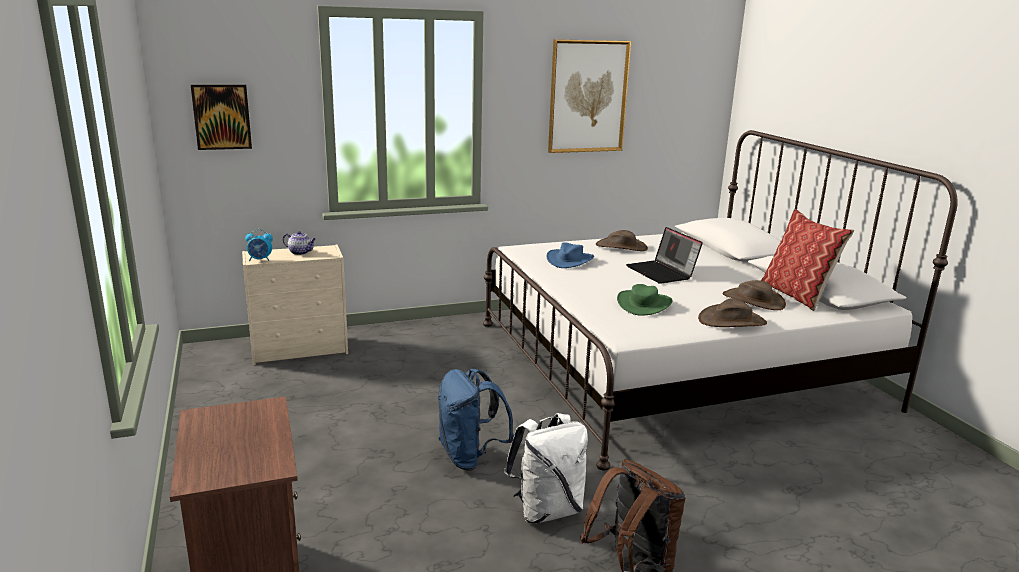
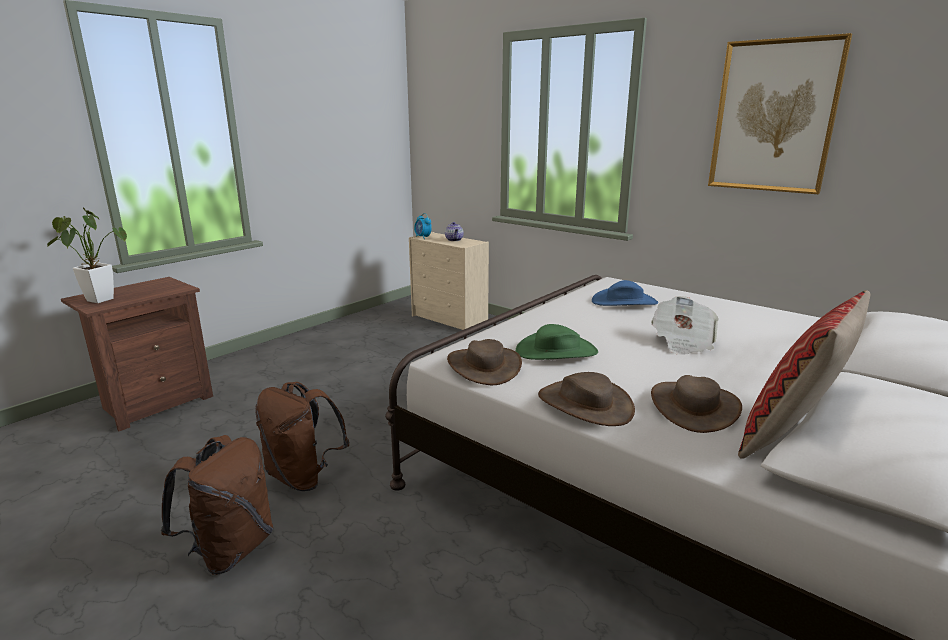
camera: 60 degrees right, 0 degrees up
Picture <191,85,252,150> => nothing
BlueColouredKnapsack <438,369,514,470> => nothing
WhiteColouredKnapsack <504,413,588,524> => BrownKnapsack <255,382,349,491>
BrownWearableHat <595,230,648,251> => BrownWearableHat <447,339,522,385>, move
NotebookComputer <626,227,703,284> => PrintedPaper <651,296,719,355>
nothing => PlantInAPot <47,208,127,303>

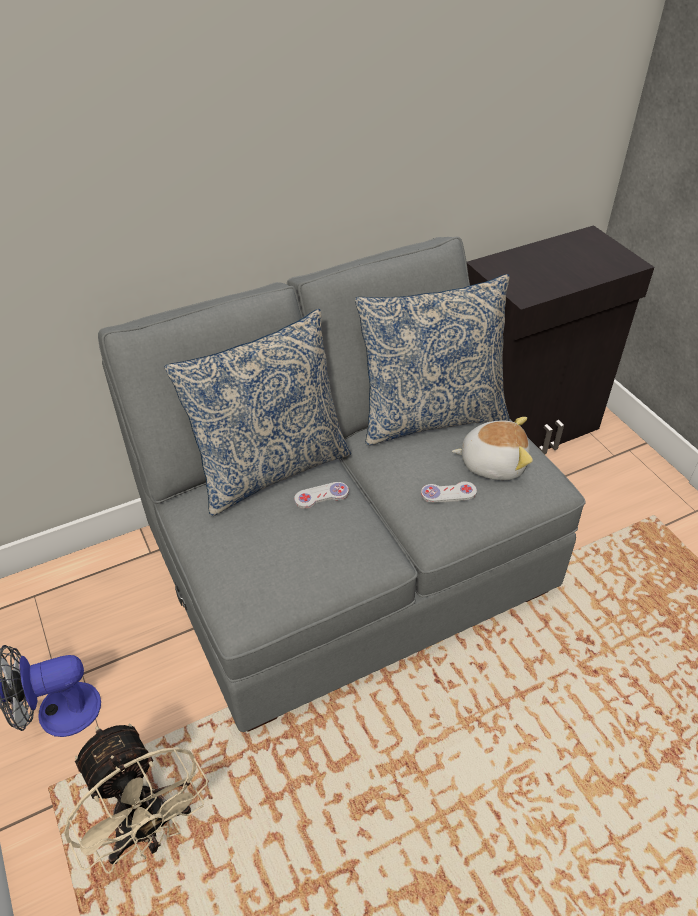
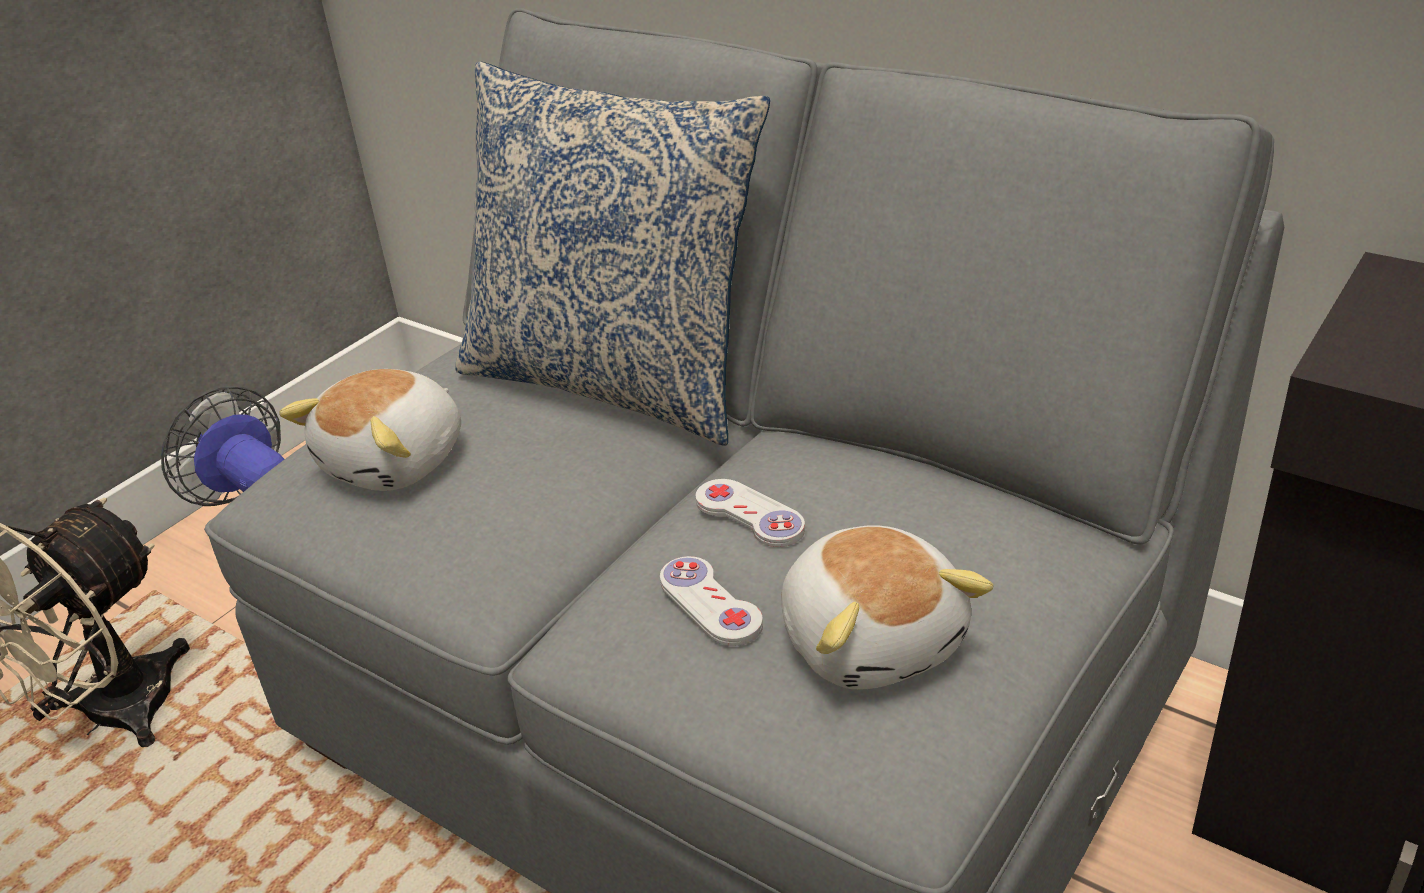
camera: 65 degrees right, 10 degrees down
WhiteColouredGamepad <294,482,349,509> => WhiteColouredGamepad <696,479,805,547>, move
Pillow <355,274,510,446> => nothing
nothing => SoftToy <279,369,461,491>

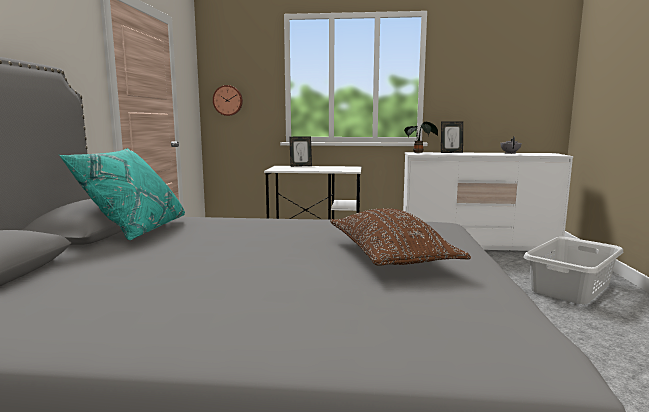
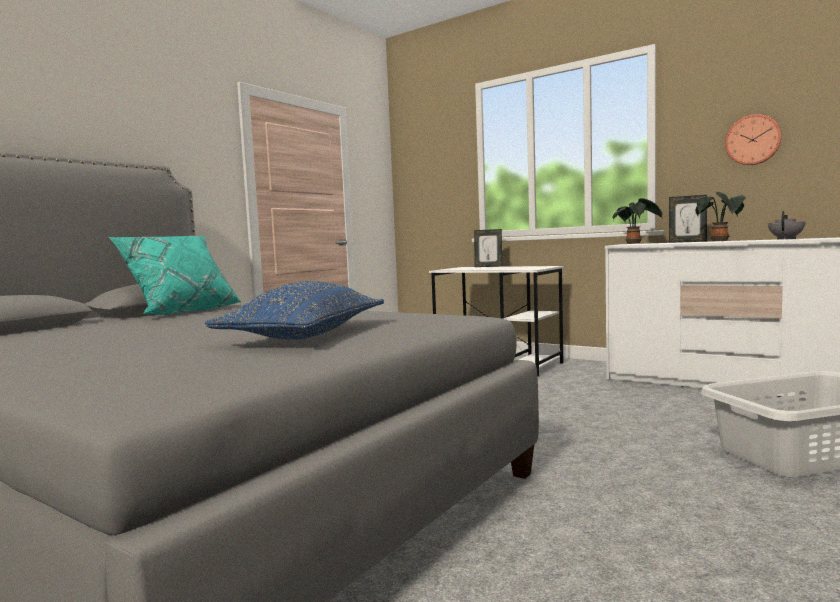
camera: 30 degrees right, 5 degrees down
ClockOnTheWall <213,85,243,116> => ClockOnTheWall <725,114,782,165>, move
BrownPillow <330,208,471,266> => BlueColouredPillow <205,281,384,340>
nothing => PlantInAPot <695,191,745,241>

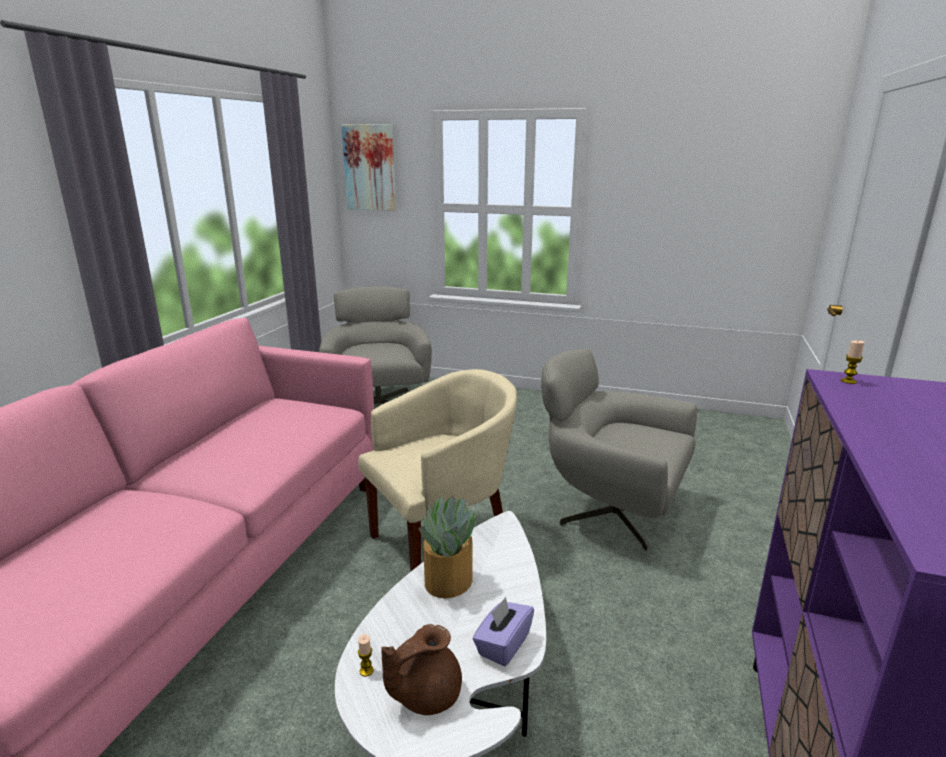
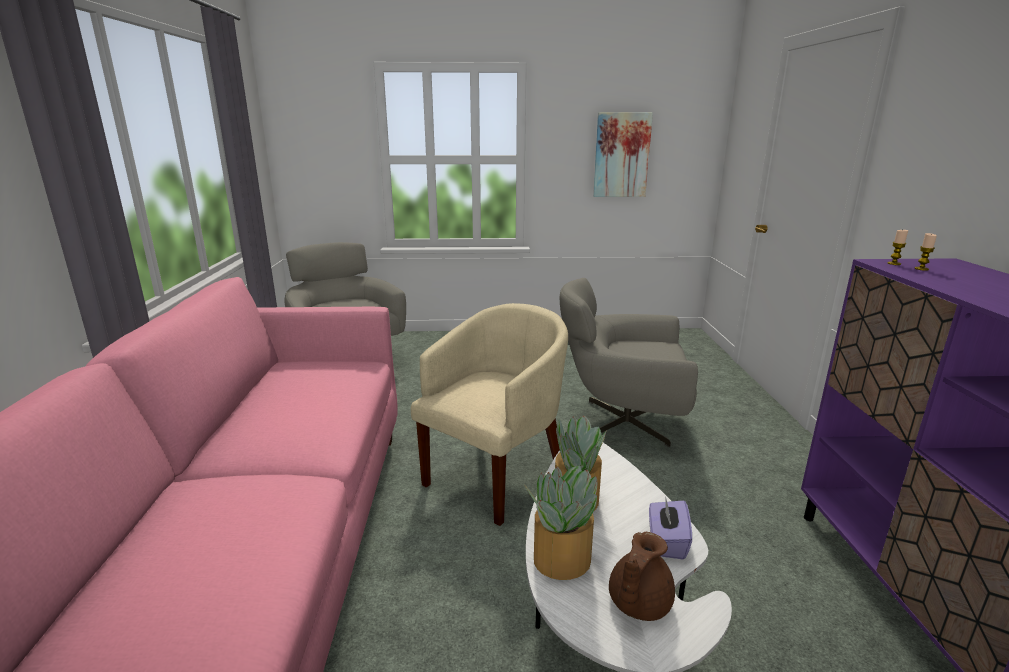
camera: 20 degrees left, 0 degrees up
Picture <341,124,396,211> => Picture <593,112,653,197>, move
WaxCandle <358,634,374,677> => WaxCandle <915,233,937,271>, move
nothing => PlantInAPot <525,466,597,580>

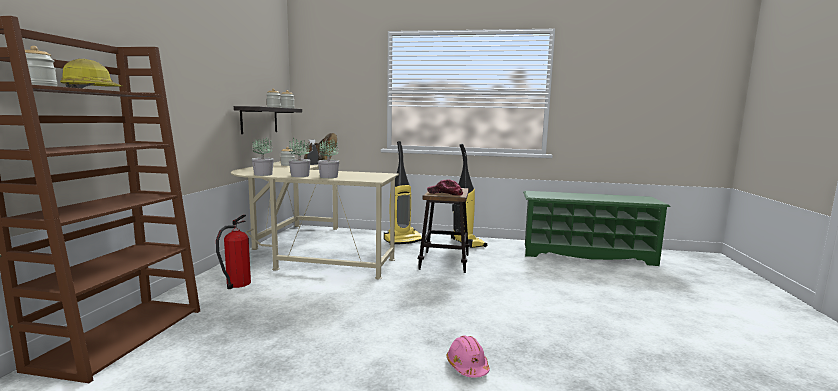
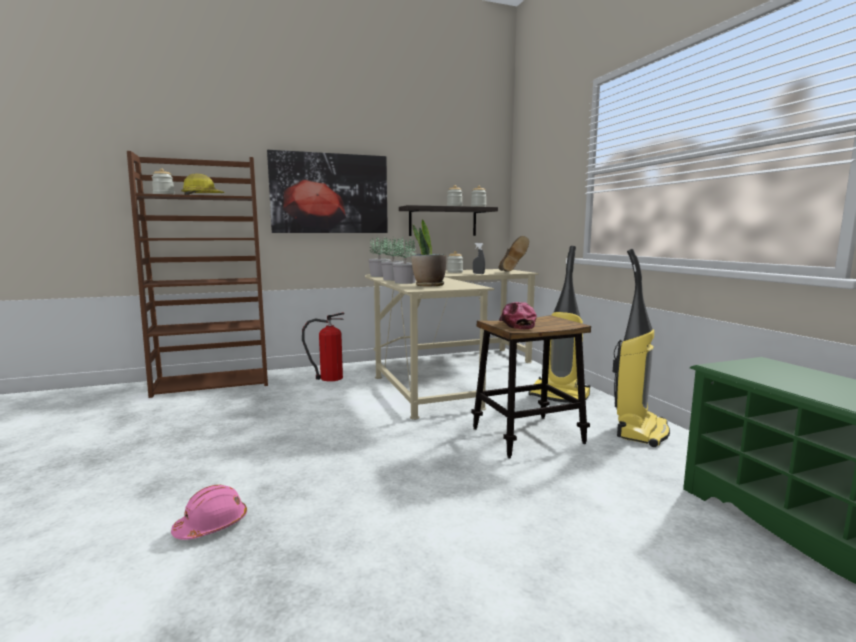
camera: 60 degrees right, 0 degrees up
nothing => Picture <267,150,388,233>
nothing => PlantInAPot <411,219,446,287>

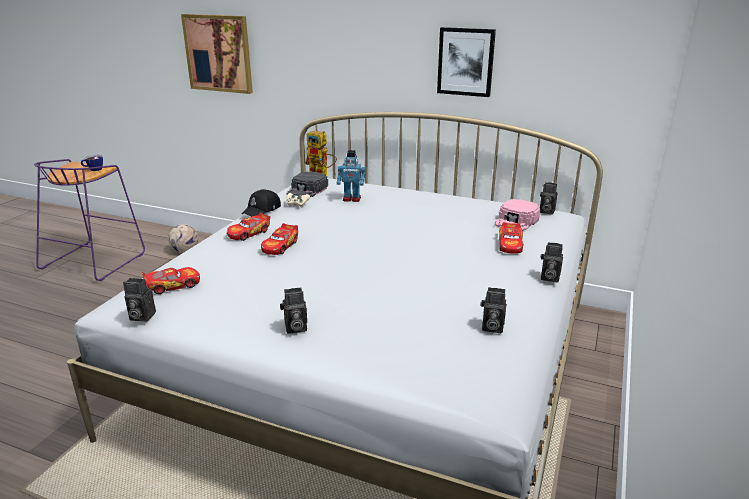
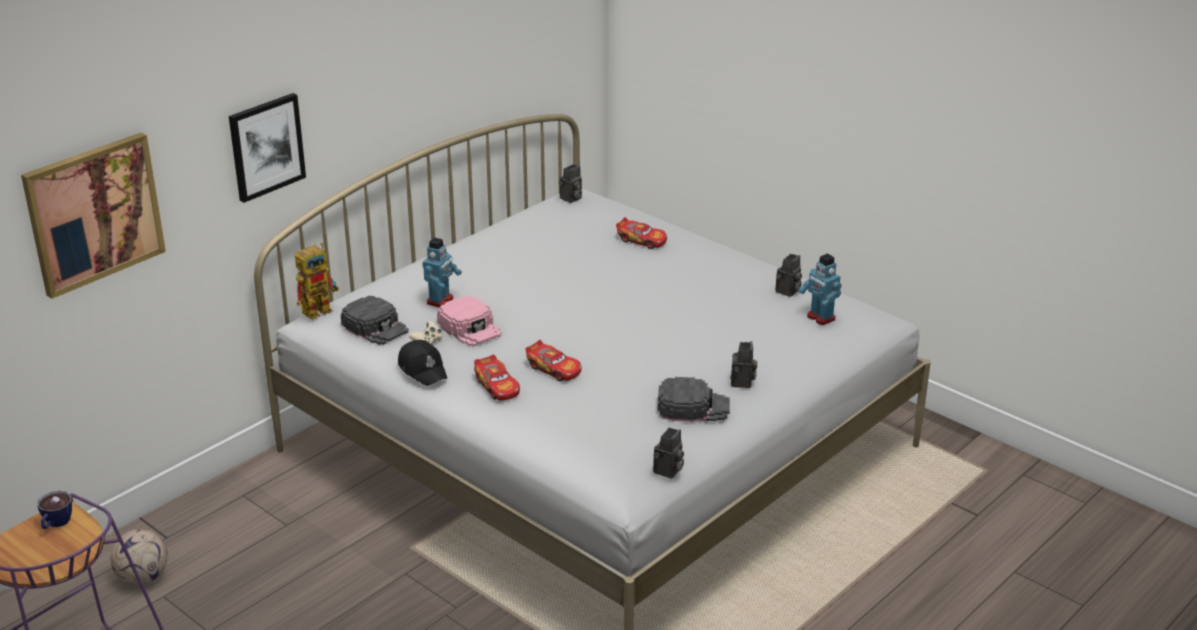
camera: 70 degrees left, 5 degrees up
MiniatureCar <142,267,200,294> => nothing
Picture <437,27,496,97> => Picture <229,93,306,203>, move
PinkColouredBaseballCap <495,199,540,230> => PinkColouredBaseballCap <437,296,502,346>, move
StillCamera <541,242,563,283> => nothing
nothing => BlackishBaseballCap <658,377,730,422>
nothing => ModelRobot <799,254,842,325>

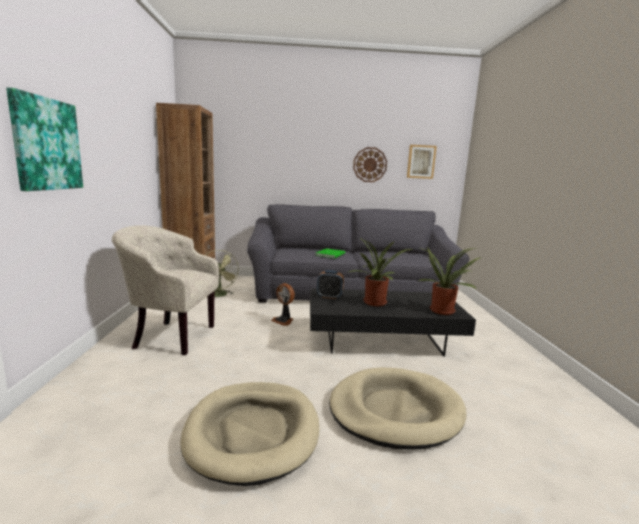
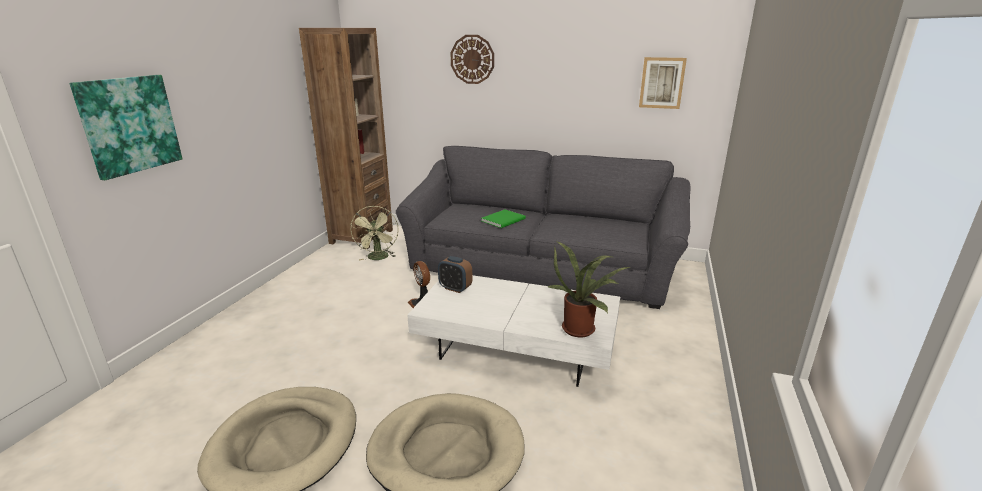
camera: 20 degrees right, 10 degrees up
BeigeArmchair <112,225,219,355> => nothing
BlackishLoungeTable <310,288,476,356> => WhiteColouredLoungeTable <407,275,620,387>
PlantInAPot <349,237,412,306> => nothing
ClockOnTheWall <353,147,387,182> => ClockOnTheWall <450,35,494,84>, move

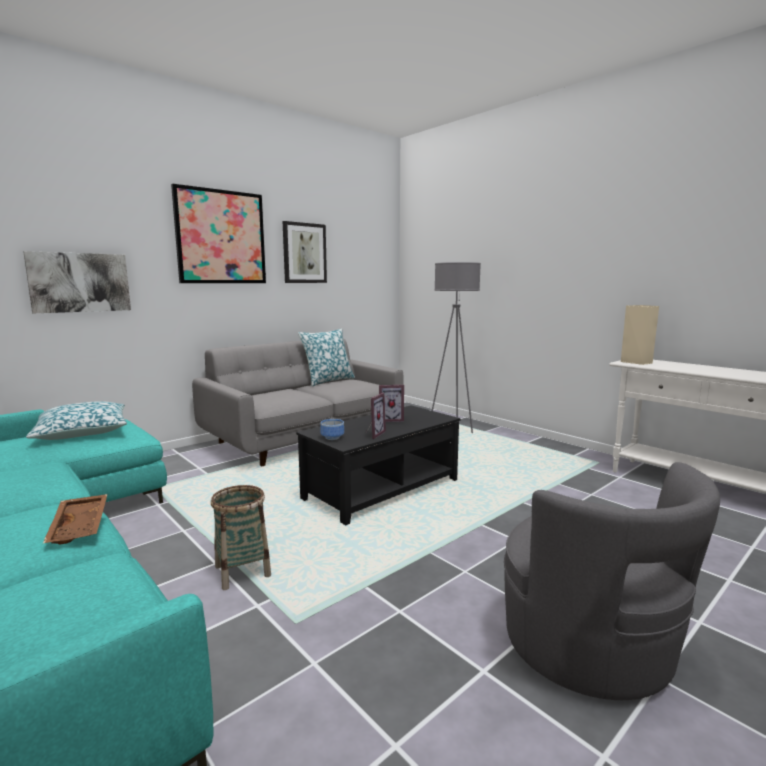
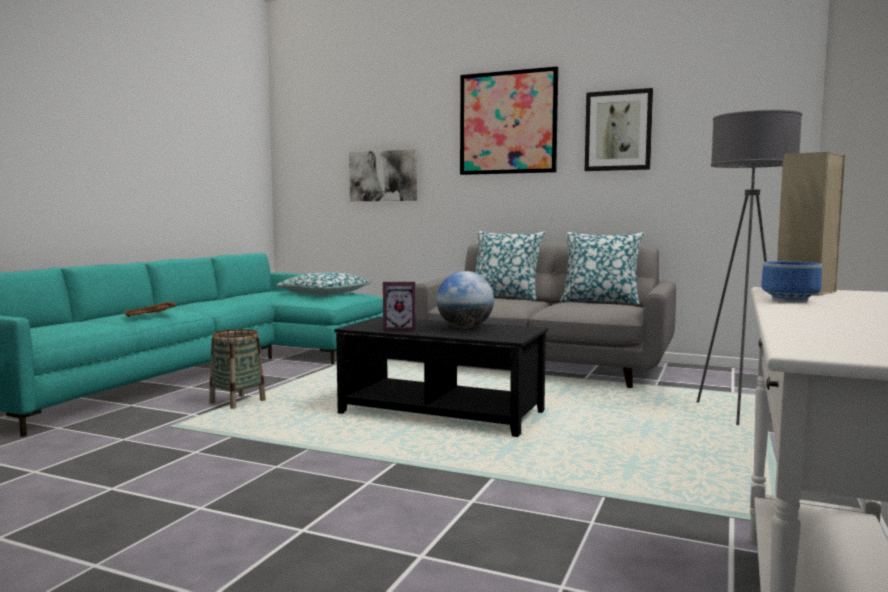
camera: 65 degrees right, 5 degrees down
ServingBowl <321,419,344,440> => ServingBowl <761,261,822,302>, move
PhotoFrame <379,385,404,422> => WorldGlobe <436,271,494,329>
GreyishArmchair <504,462,720,700> => nothing
nothing => Pillow <475,231,545,300>

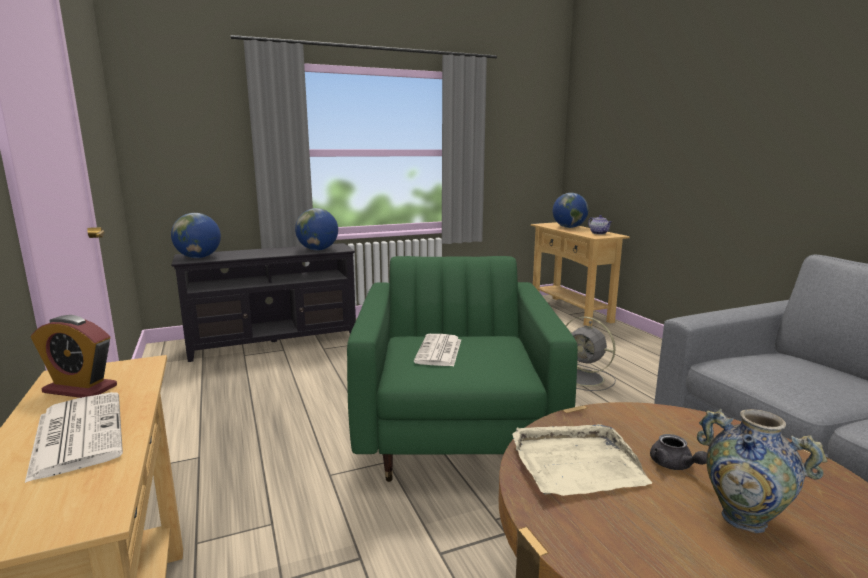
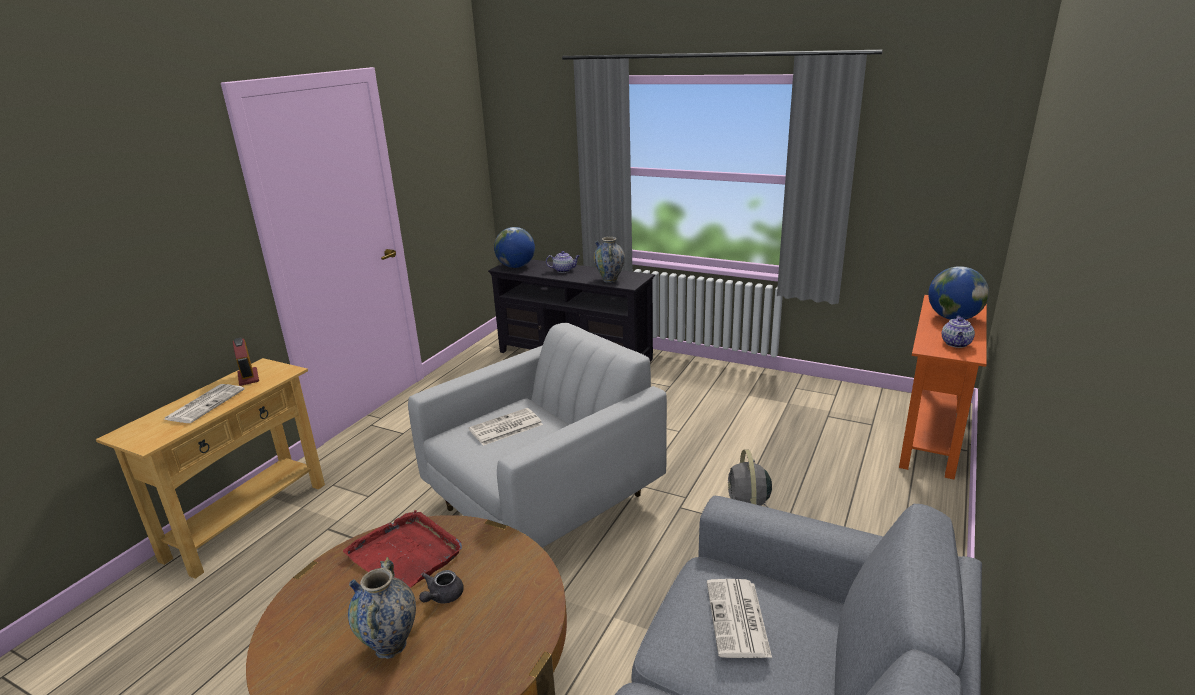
camera: 50 degrees right, 10 degrees up
WorldGlobe <295,208,338,250> => FlowerVase <594,236,625,283>
GreenishArmchair <347,256,578,482> => WhiteColouredArmchair <408,323,667,548>
BeigeCarryingTray <512,424,652,496> => ReddishCarryingTray <343,510,462,588>
BeigeHallTable <530,222,630,326> => OrangeColouredHallTable <899,295,987,479>
nothing => Teapot <546,251,580,273>
nothing => PrintedPaper <707,579,772,658>

